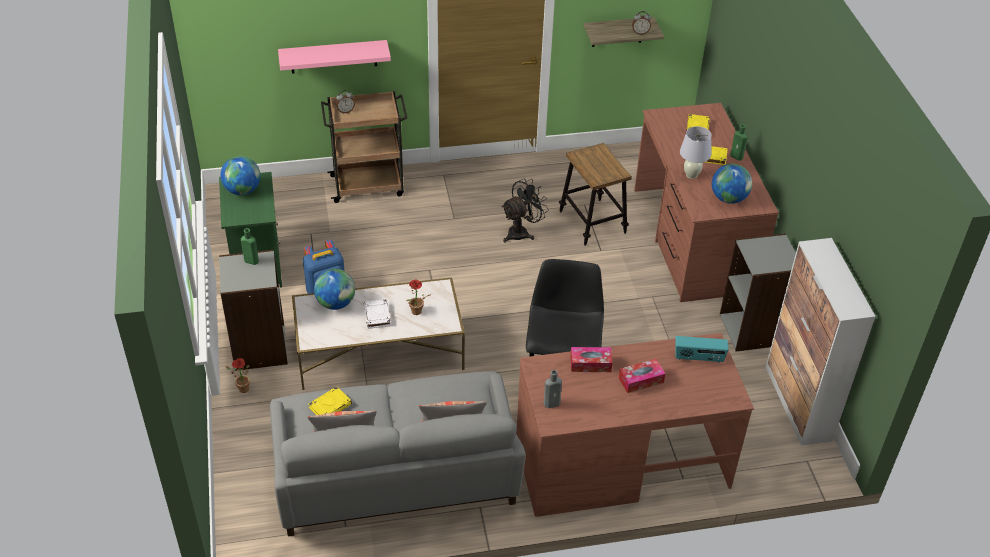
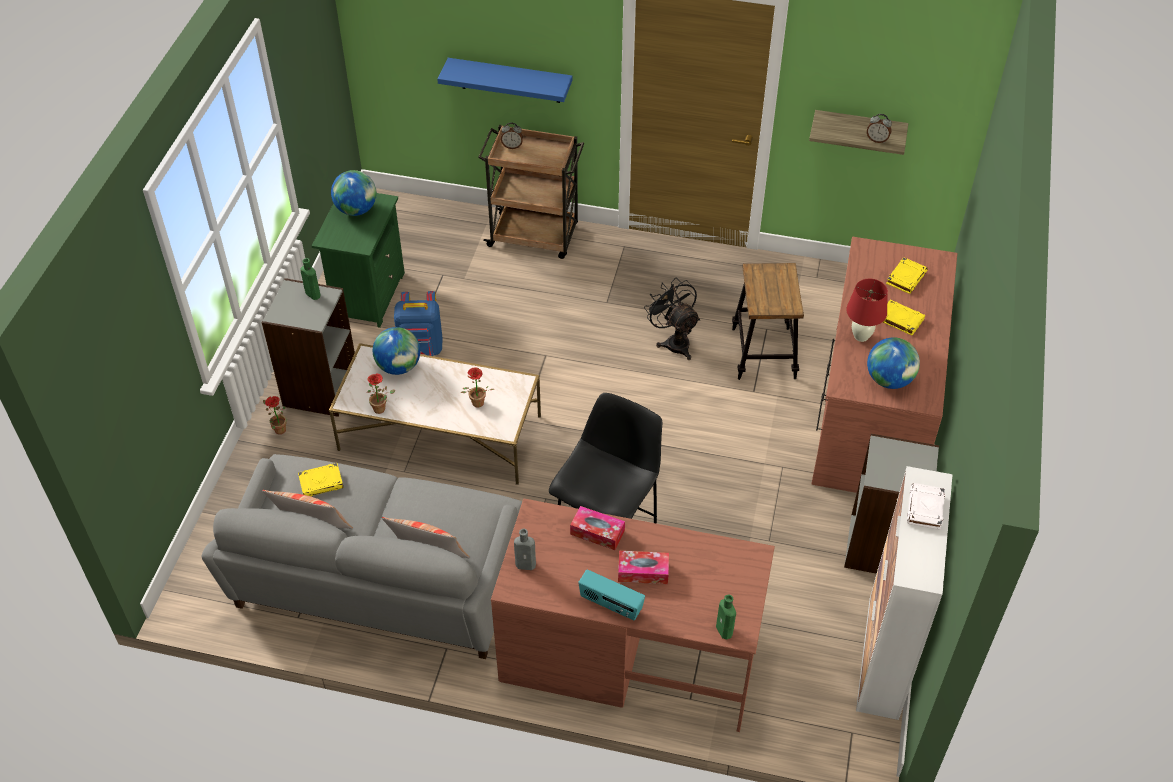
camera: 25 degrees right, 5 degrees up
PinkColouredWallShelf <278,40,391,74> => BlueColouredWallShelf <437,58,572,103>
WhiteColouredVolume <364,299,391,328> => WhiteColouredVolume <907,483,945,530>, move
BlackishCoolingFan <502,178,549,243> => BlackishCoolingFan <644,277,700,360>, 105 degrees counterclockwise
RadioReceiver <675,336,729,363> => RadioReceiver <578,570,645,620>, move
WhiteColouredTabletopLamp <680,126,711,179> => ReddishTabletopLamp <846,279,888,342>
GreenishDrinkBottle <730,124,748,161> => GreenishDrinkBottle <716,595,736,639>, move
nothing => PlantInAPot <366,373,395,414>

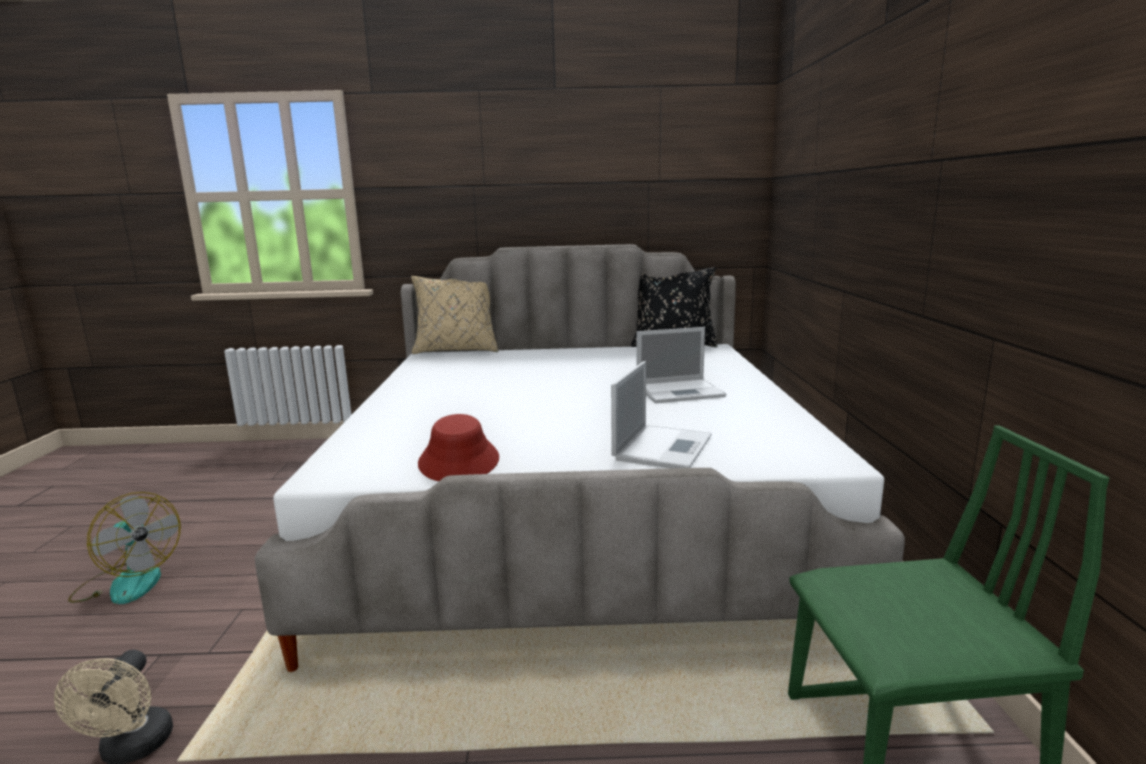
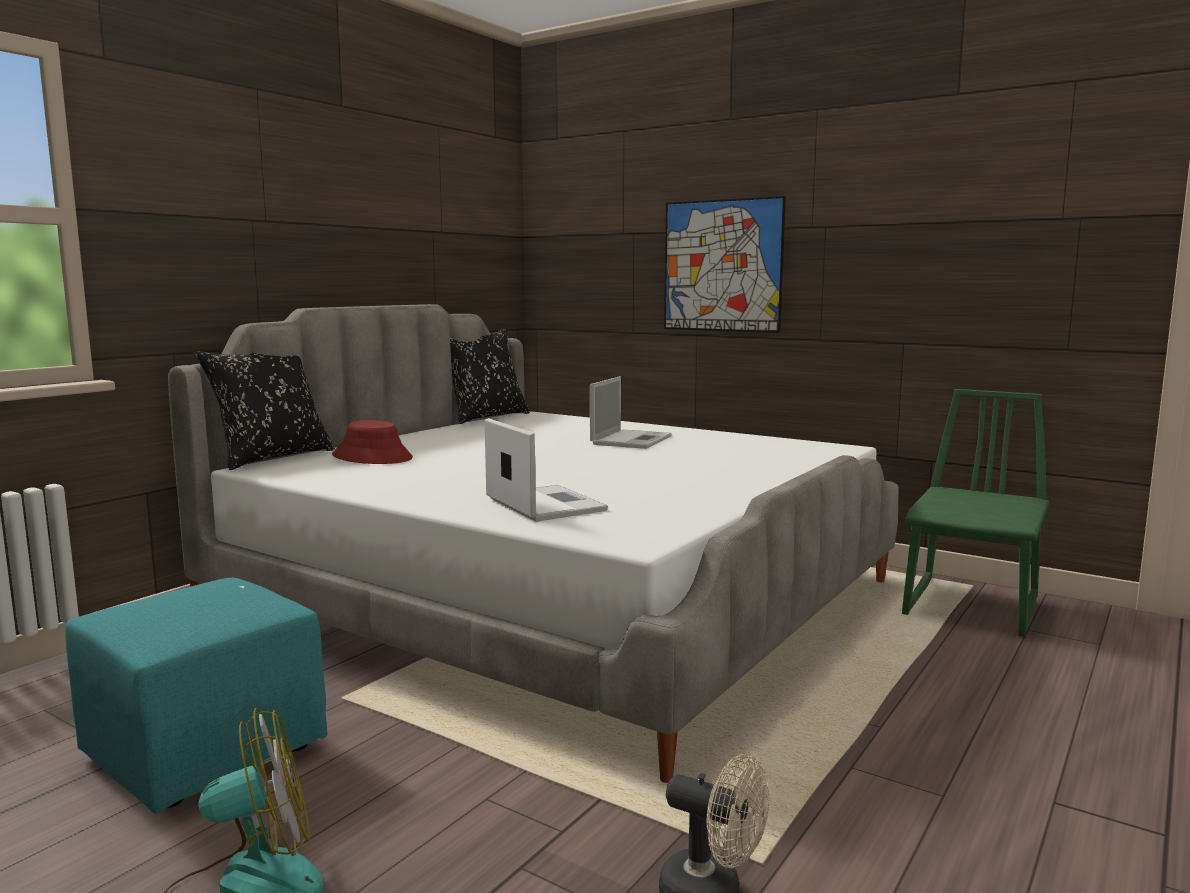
camera: 55 degrees left, 5 degrees down
BeigePillow <411,276,498,354> => BlackishPillow <194,351,335,470>
ReddishWearableHat <418,414,499,481> => ReddishWearableHat <332,420,413,464>, move
NotebookComputer <611,361,712,468> => NotebookComputer <485,418,608,522>, move
nothing => BlueGreenPouffe <65,578,327,814>
nothing => Picture <664,196,786,333>

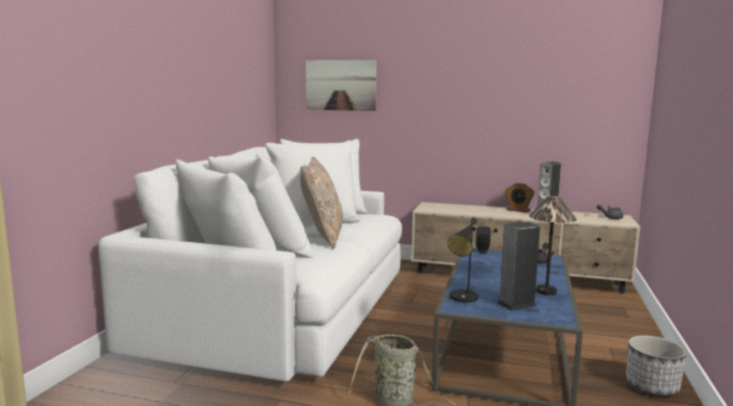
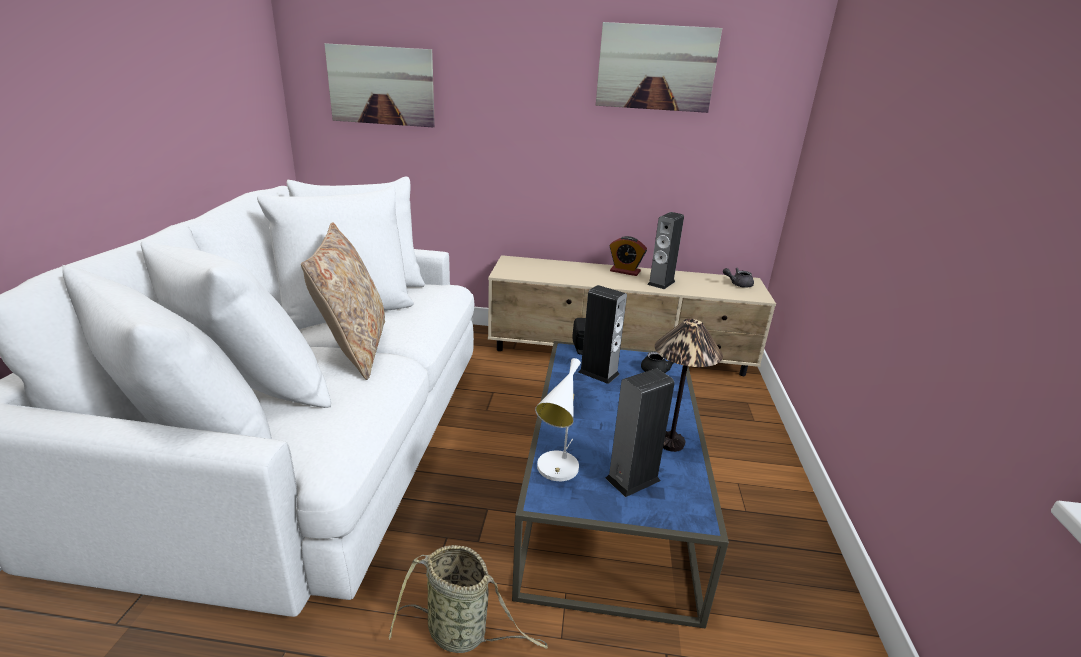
camera: 10 degrees left, 15 degrees up
BlackishTabletopLamp <447,217,478,303> => WhiteColouredTabletopLamp <535,358,581,481>
PlantPot <626,335,686,396> => nothing
nothing => Speaker <579,285,627,384>
nothing => Picture <596,22,722,113>

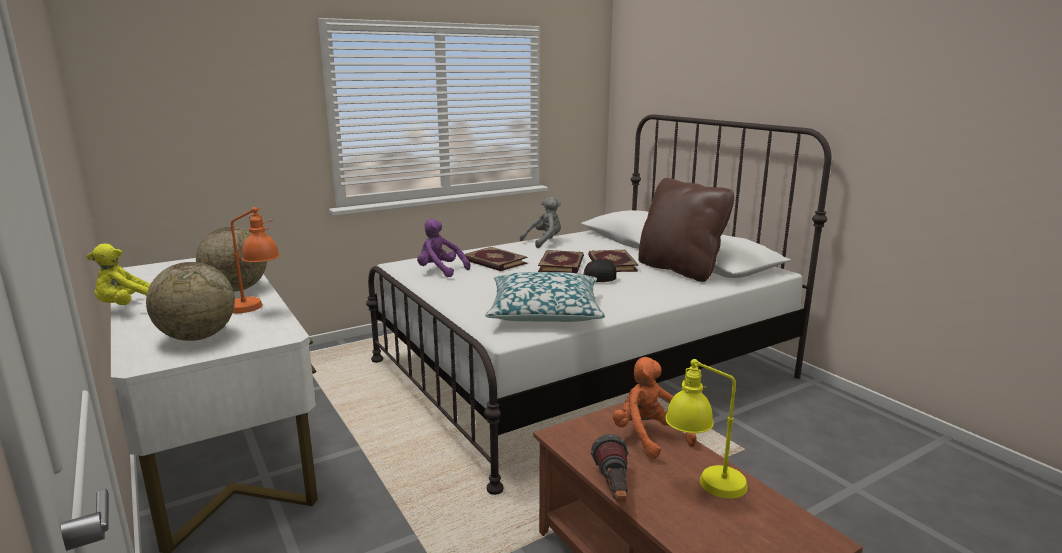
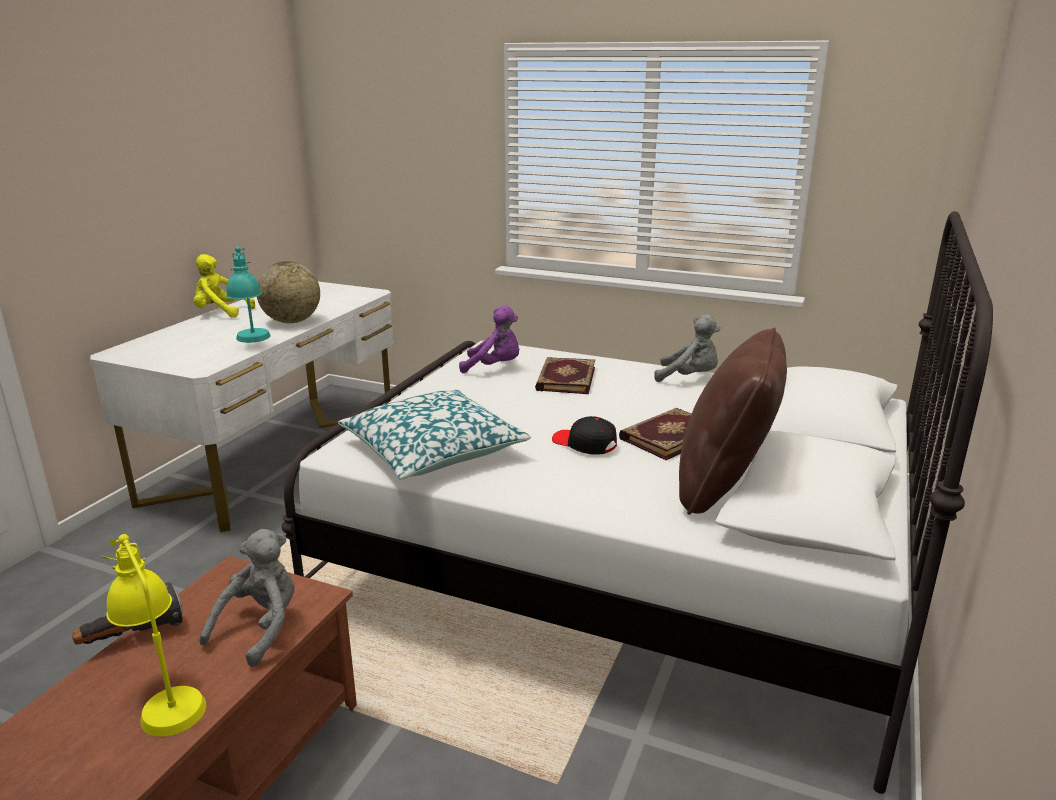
camera: 55 degrees right, 5 degrees up
WorldGlobe <146,262,235,341> => nothing
OrangeColouredTabletopLamp <231,207,280,313> => BlueGreenTabletopLamp <226,246,270,343>
PurplishSoftToy <417,219,471,277> => PurplishSoftToy <459,305,519,373>, 105 degrees clockwise
Volume <538,250,584,273> => nothing
OrangeColouredSoftToy <613,357,697,459> => GreyishSoftToy <199,529,295,667>

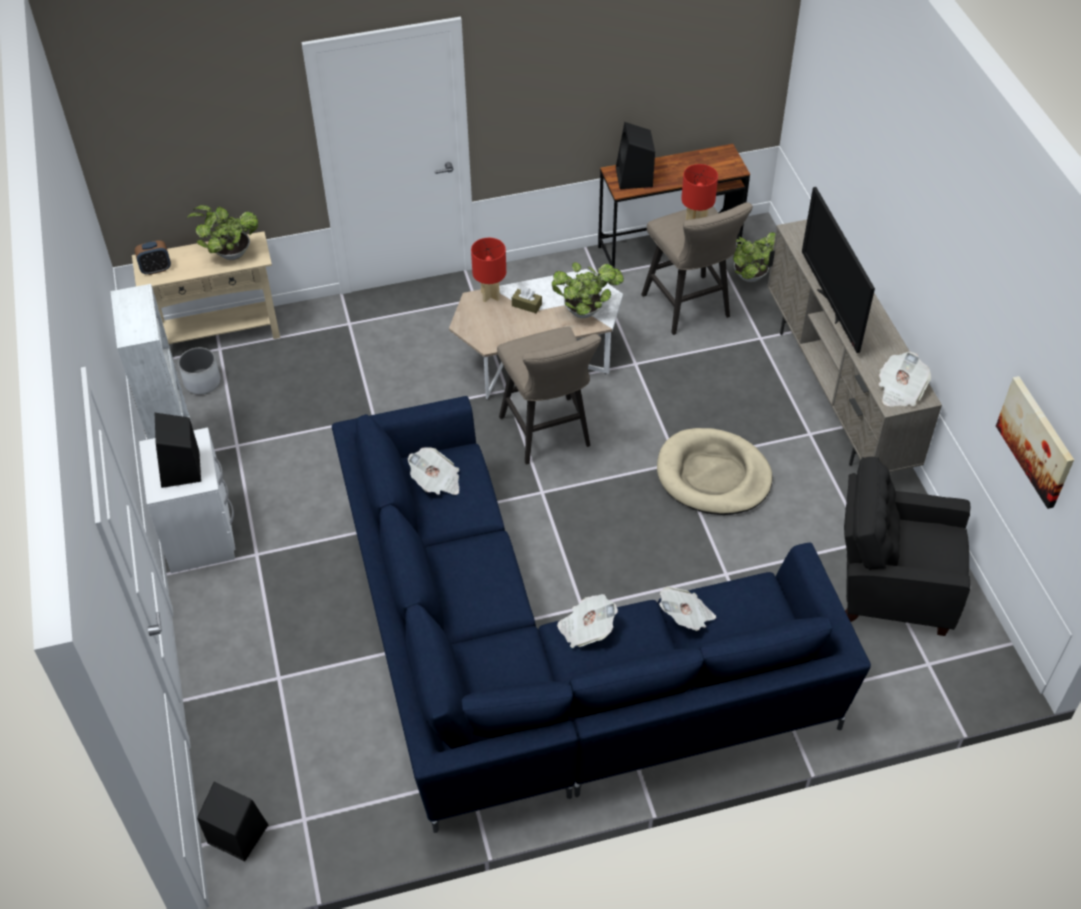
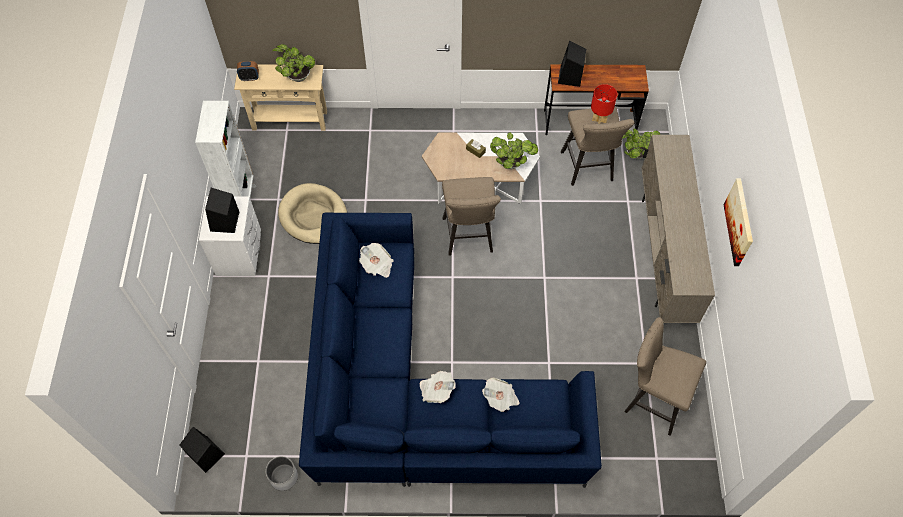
camera: 15 degrees right, 10 degrees up
WhiteColouredPlantPot <178,348,221,395> => WhiteColouredPlantPot <266,456,298,491>, move
ReddishTabletopLamp <471,238,506,303> => nothing
BeigeDogBed <657,428,773,515> => BeigeDogBed <278,183,347,244>, move
Tv <802,187,875,353> => nothing
BlackishArmchair <844,457,971,636> => BeigeStool <625,317,706,436>
PrintedPaper <879,352,931,406> => nothing
Picture <996,376,1074,509> => Picture <724,178,753,266>, move

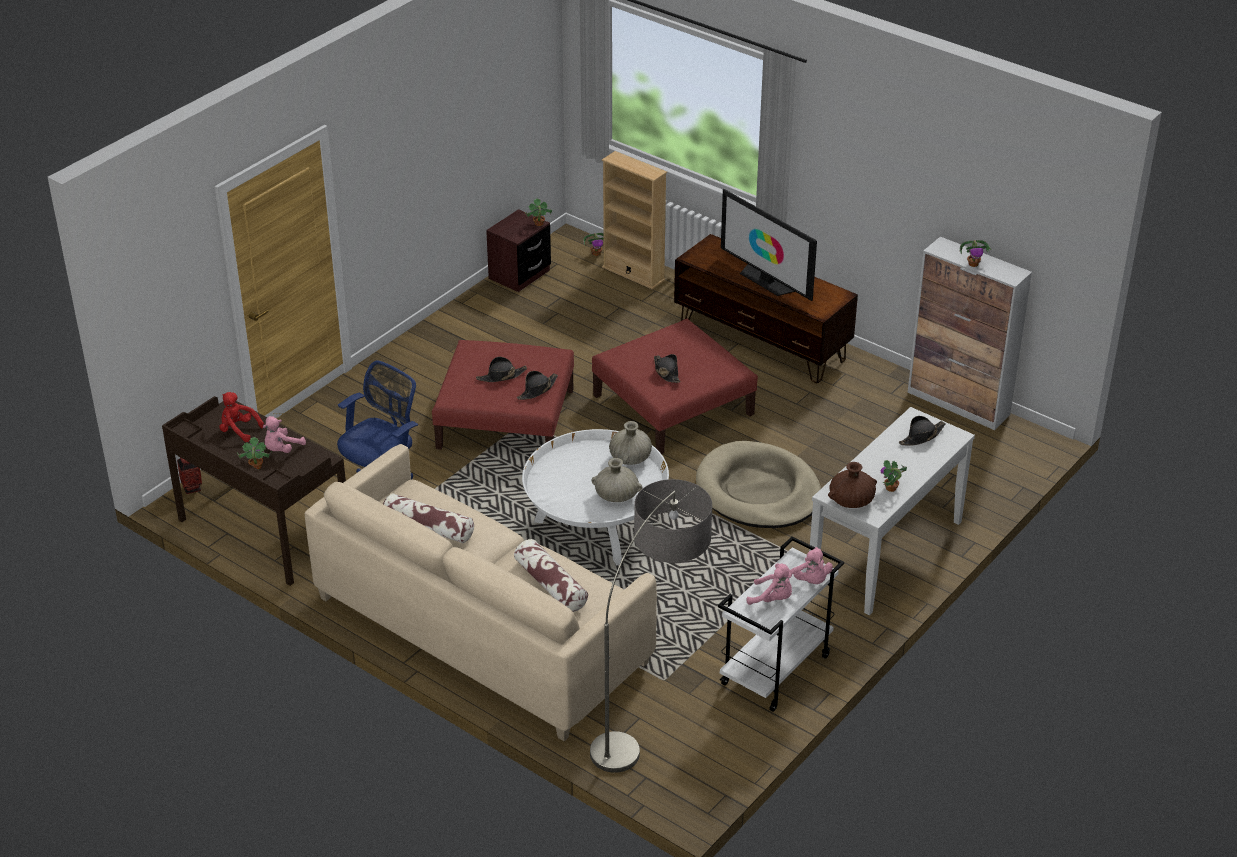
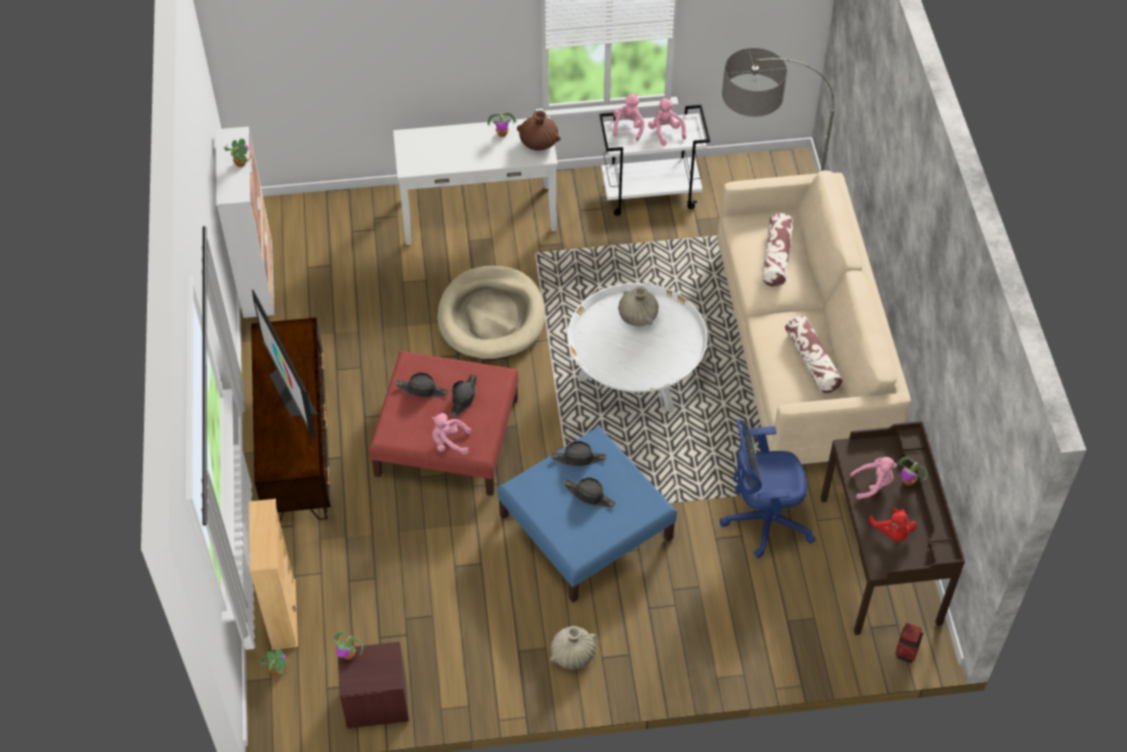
camera: 135 degrees left, 15 degrees up
ReddishPouffe <432,340,574,450> => BlueColouredPouffe <497,426,677,602>
BeigeFlowerVase <609,421,652,465> => BeigeFlowerVase <550,626,596,669>, move
Tv <721,189,817,301> => Tv <252,290,318,438>, 150 degrees clockwise
BlackishWearableHat <899,416,945,445> => BlackishWearableHat <396,373,448,397>, move
nothing => PinkColouredSoftToy <432,413,472,455>

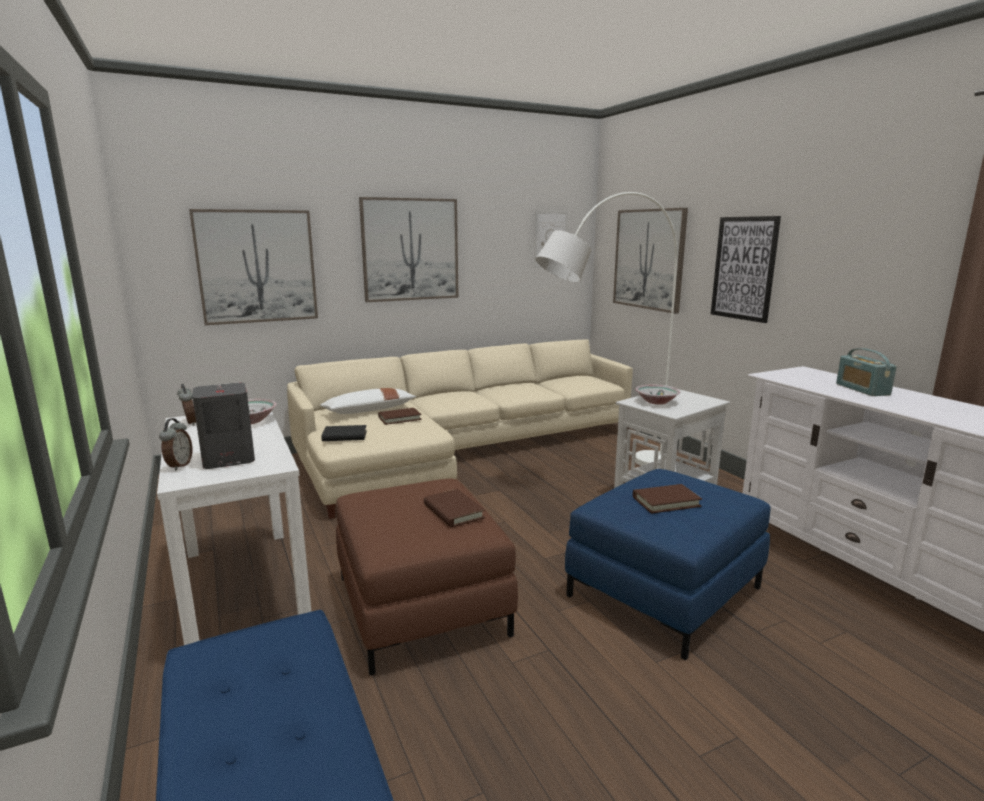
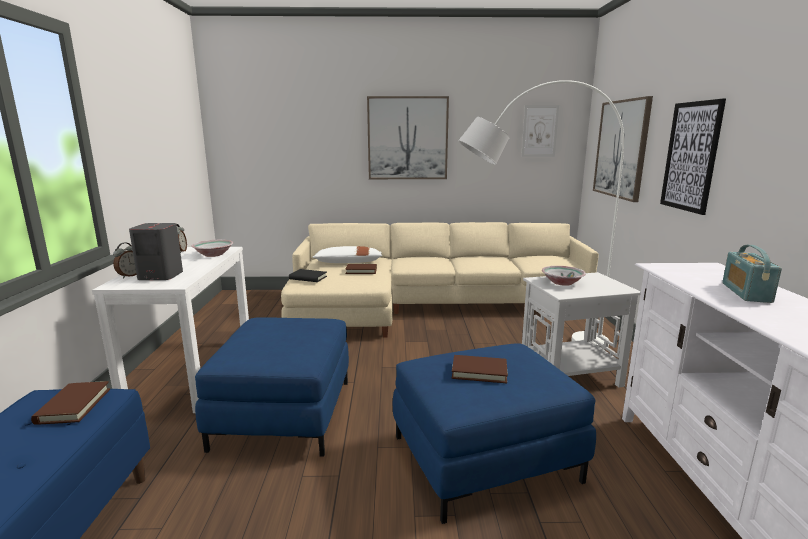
camera: 25 degrees right, 0 degrees up
Picture <189,209,318,325> => nothing
BrownPouffe <336,479,518,675> => BlueColouredPouffe <195,317,349,457>
BrownVolume <424,489,485,528> => BrownVolume <31,381,110,425>, move

